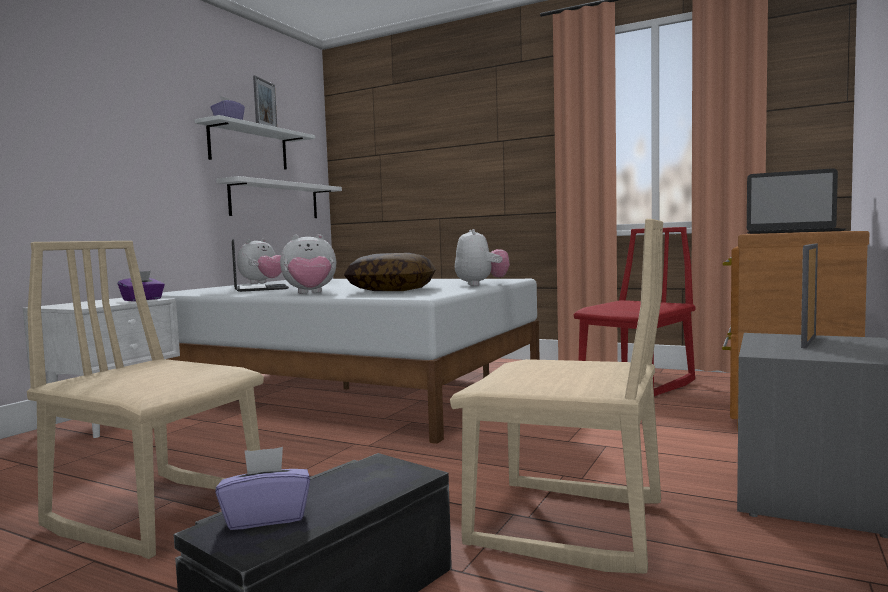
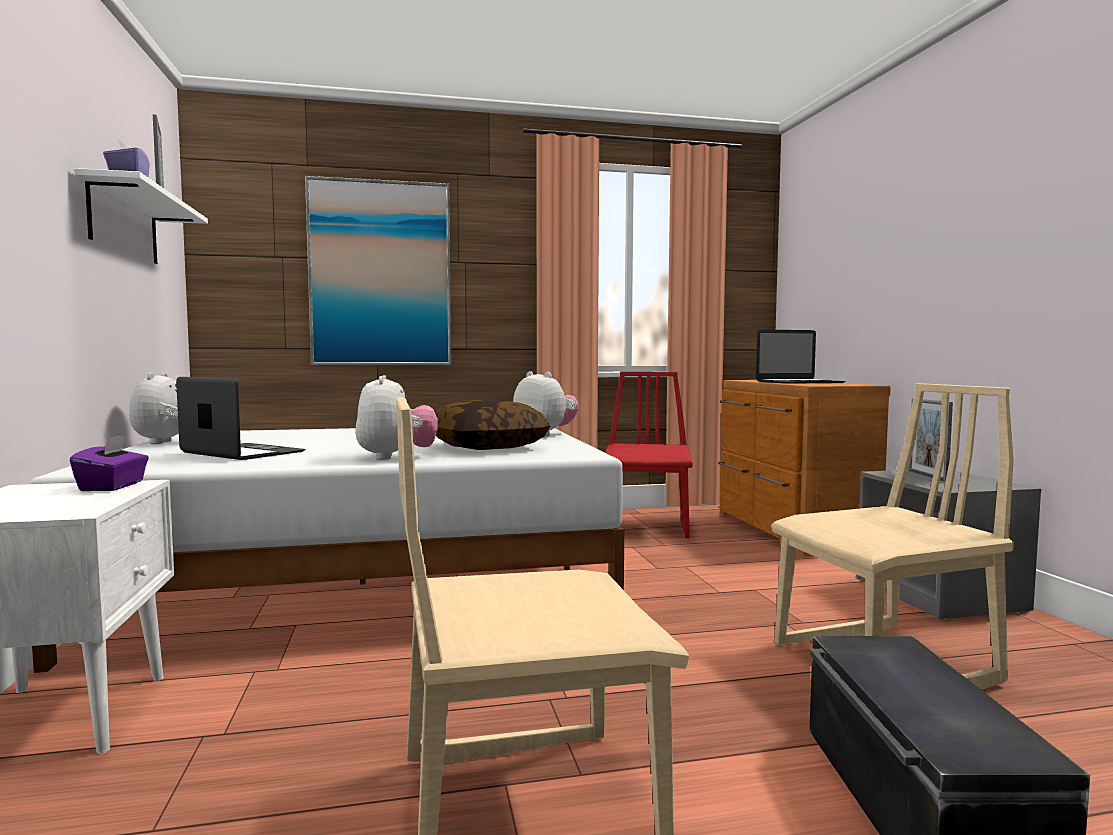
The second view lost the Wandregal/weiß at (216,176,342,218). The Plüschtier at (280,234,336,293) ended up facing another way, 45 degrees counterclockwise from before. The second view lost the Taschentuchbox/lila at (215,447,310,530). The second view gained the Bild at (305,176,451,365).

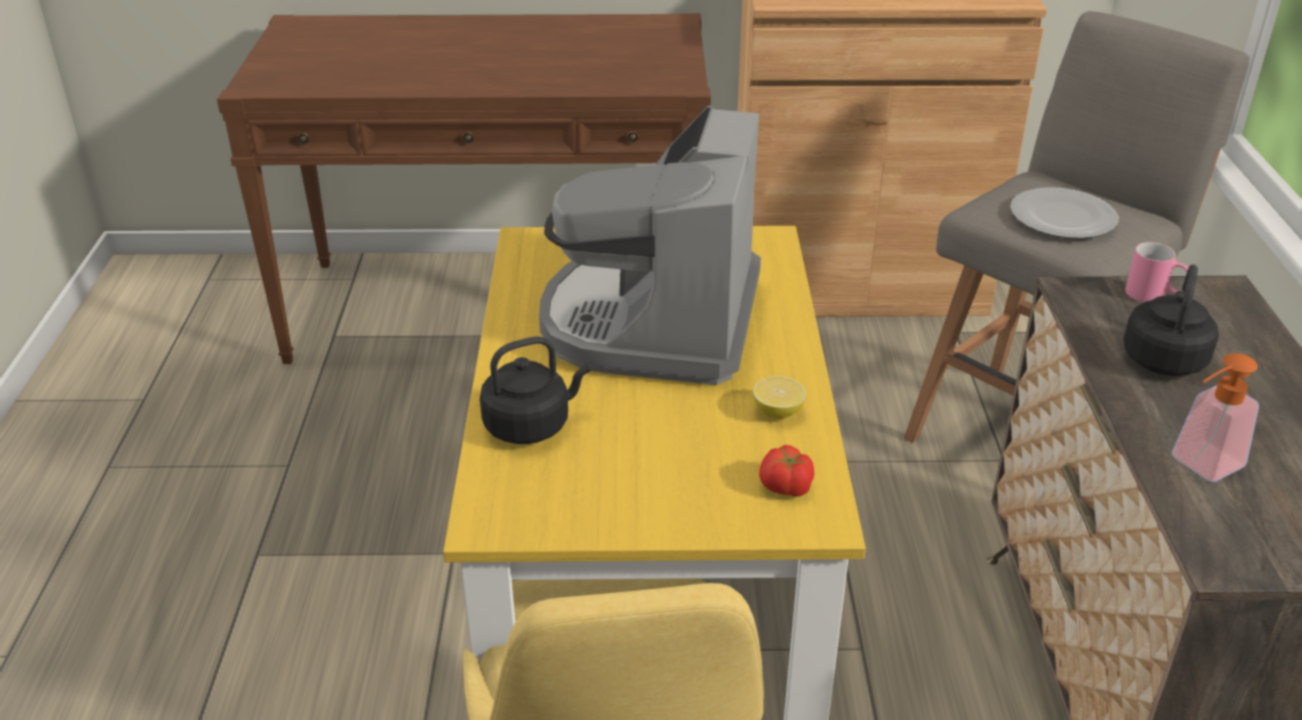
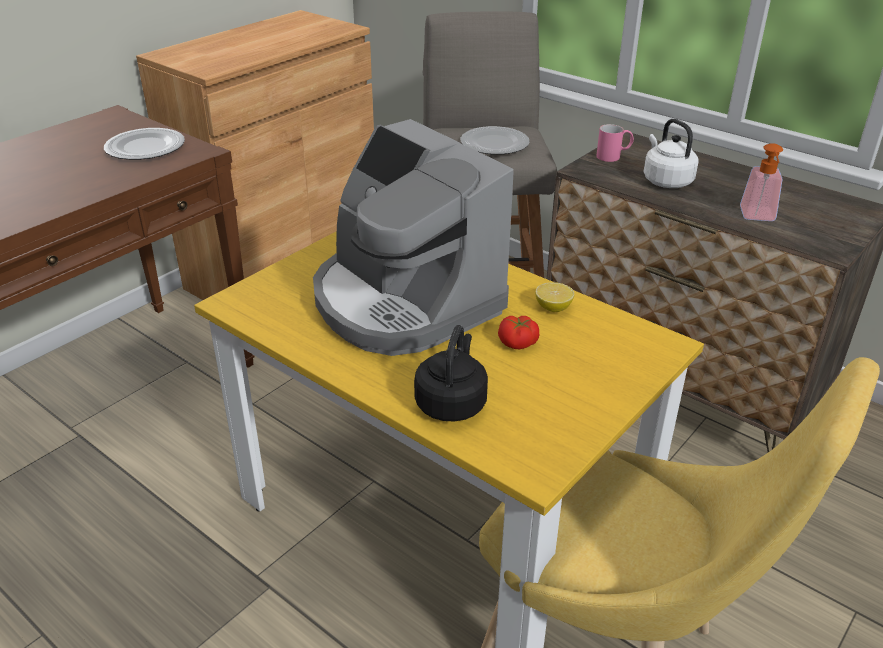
What was the Wasserkessel/schwarz at (1123,265,1219,376) turned into the Wasserkessel/weiß at (644,119,699,188). The Tomate ended up elsewhere, having gone from (759,445,814,497) to (498,316,539,349). The second view gained the Teller at (104,128,185,160).

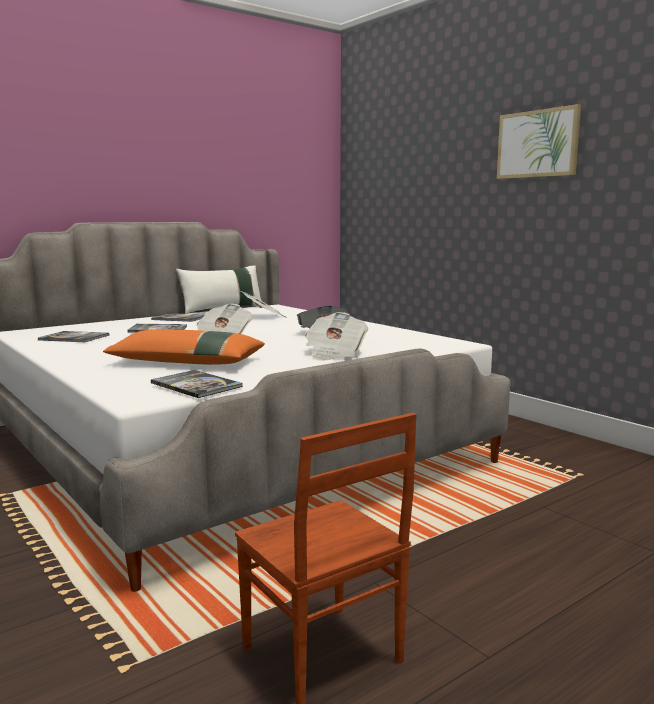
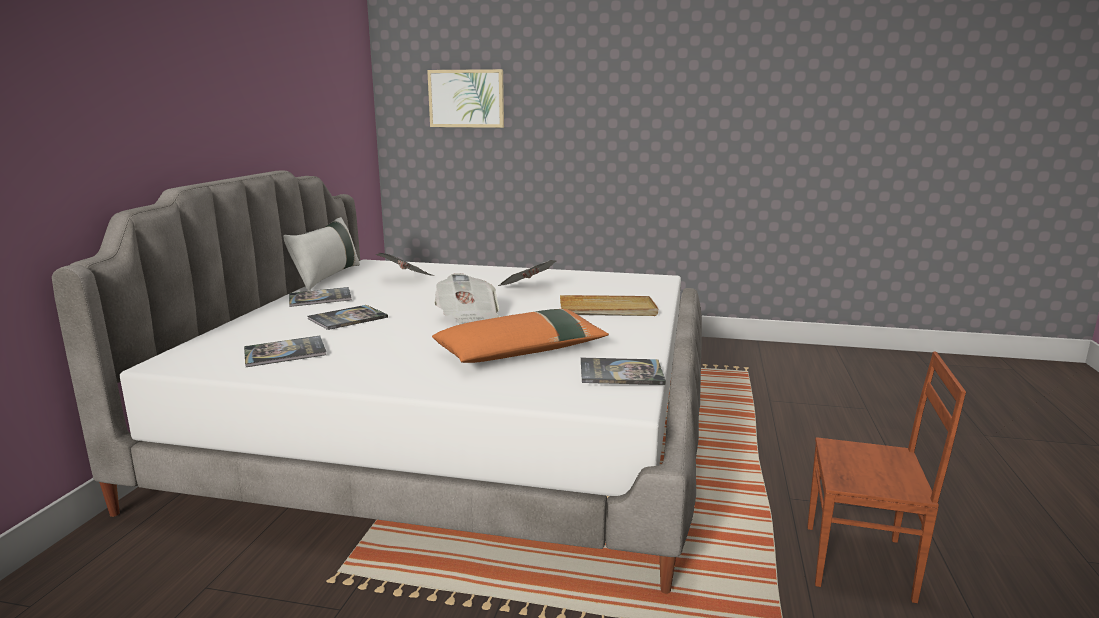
The Bild ended up elsewhere, having gone from (497,104,581,179) to (427,69,504,128). Where the Zeitung stood at (305,312,368,361), the Tablett/beige came to stand at (560,295,658,316).

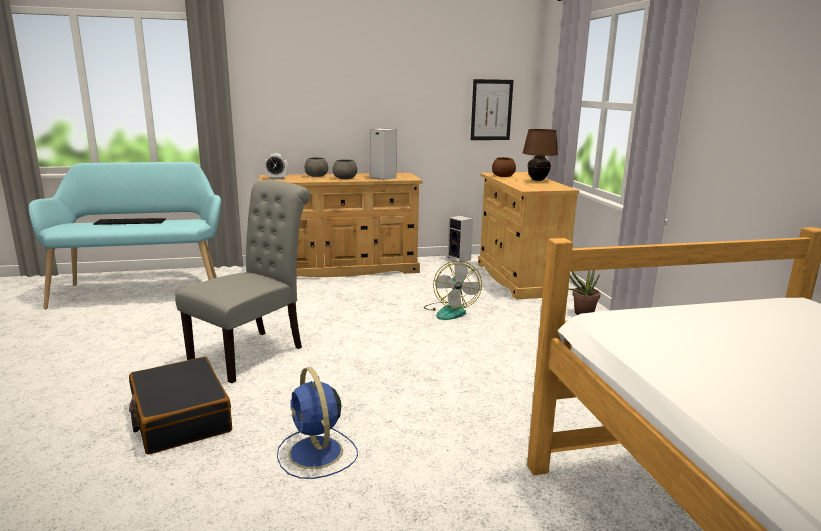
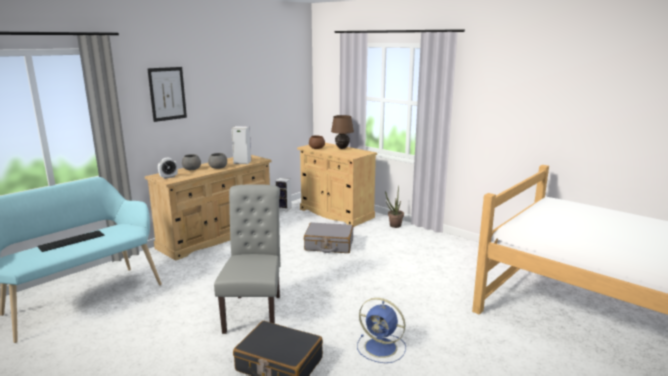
The Bild ended up elsewhere, having gone from (471,79,514,140) to (147,67,187,122). Where the Ventilator stood at (424,261,482,320), the Koffer/grau came to stand at (304,222,354,253).

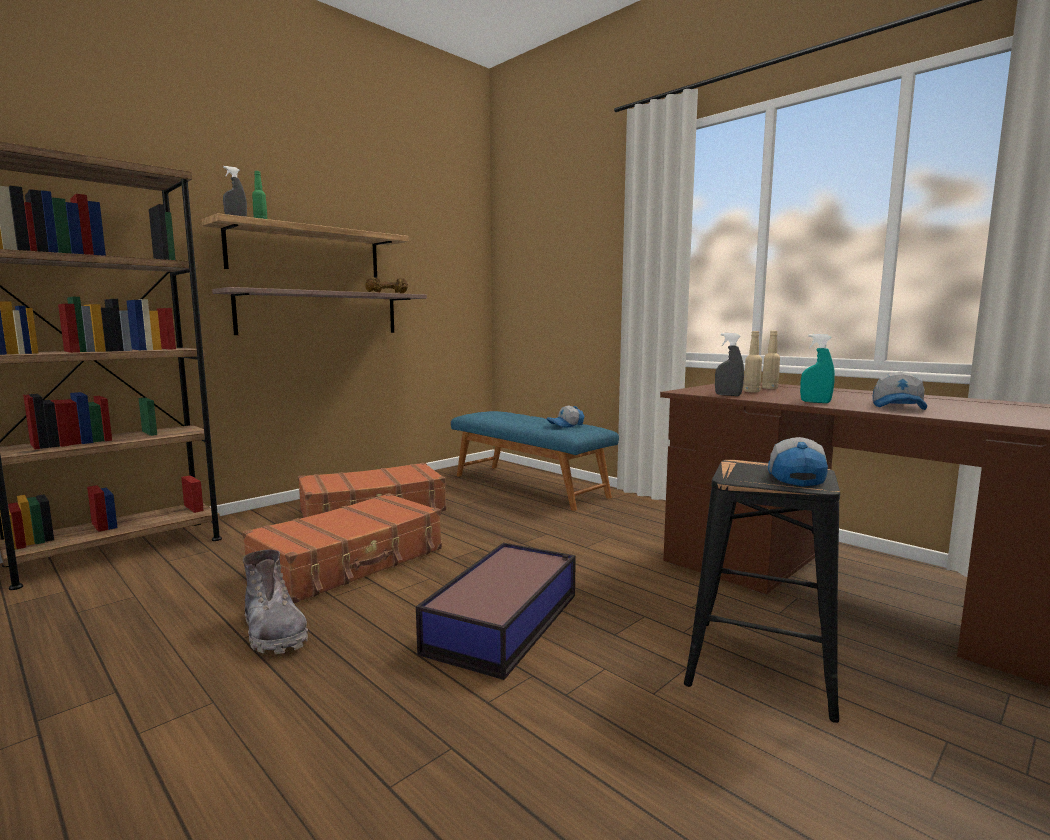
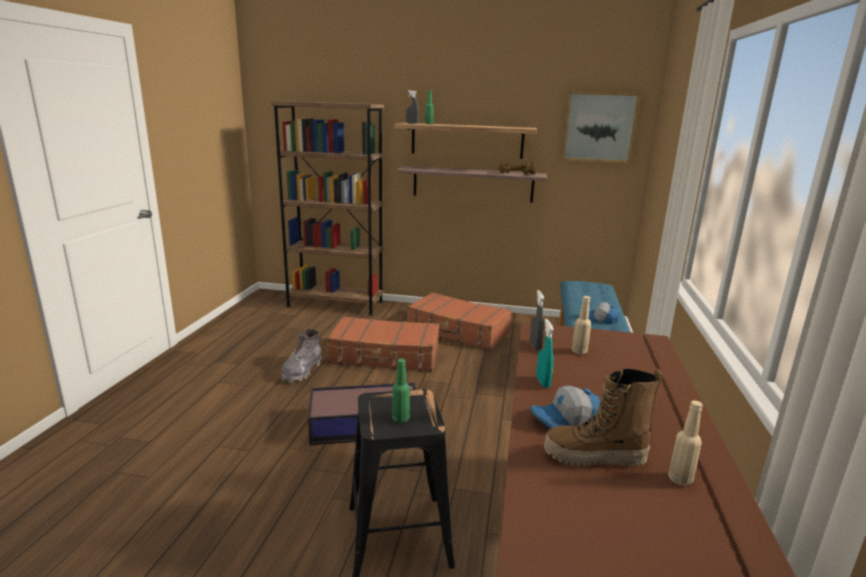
The Flasche/beige ended up elsewhere, having gone from (762,331,780,389) to (668,401,703,486). Where the Kappe stood at (768,437,828,487), the Flasche/grün came to stand at (392,359,410,423). The second view gained the Bild at (562,91,640,164). The second view gained the Stiefel at (544,368,663,467).

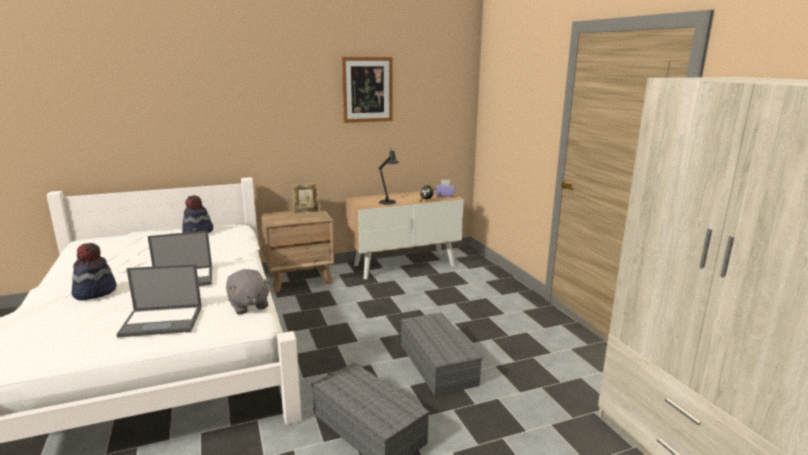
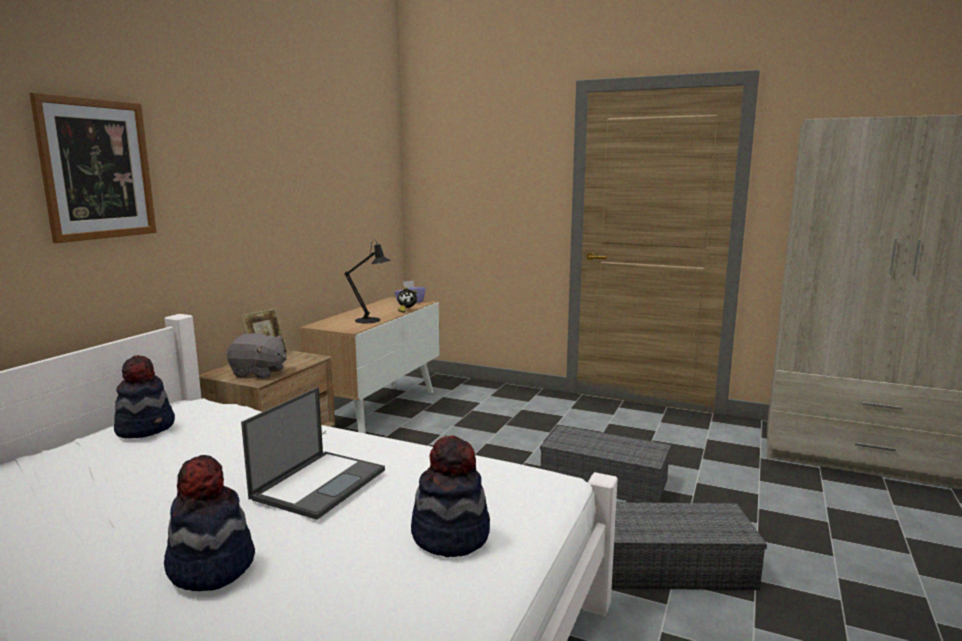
The Bild ended up elsewhere, having gone from (342,57,392,123) to (29,92,156,243). Where the Laptop stood at (116,264,202,338), the Hut came to stand at (411,436,490,557). The Plüschtier/grau ended up elsewhere, having gone from (226,269,271,314) to (227,333,287,379).

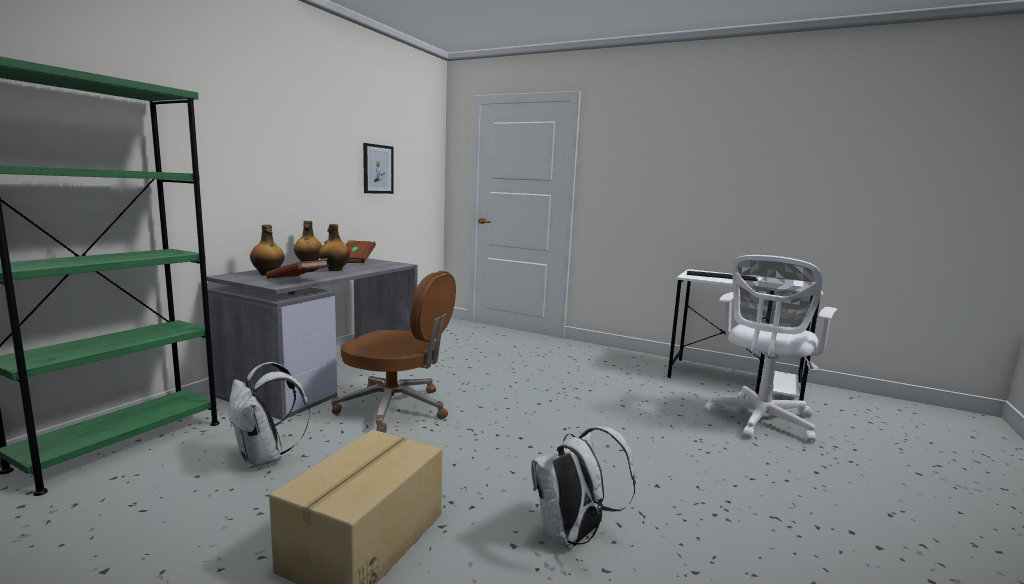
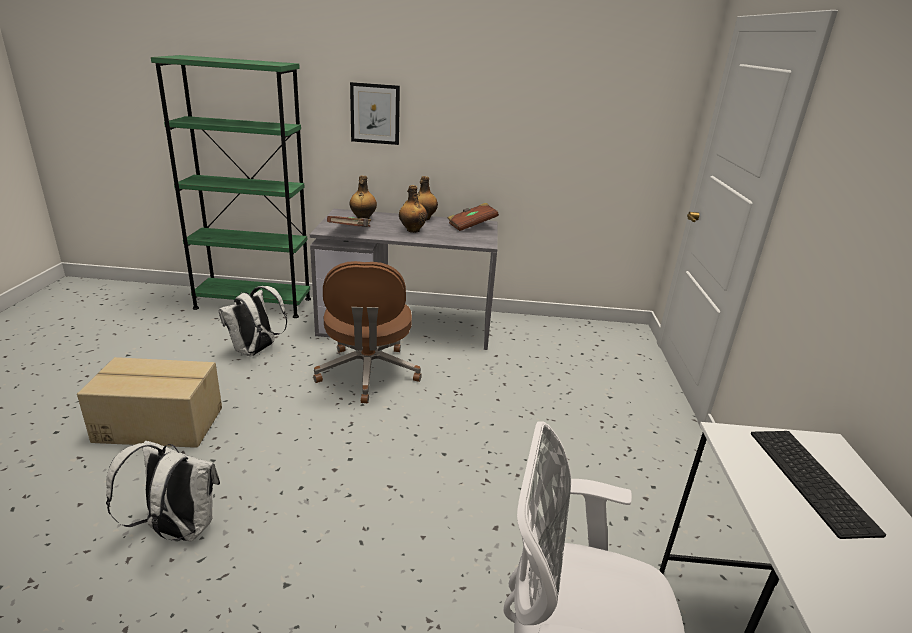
The Bild ended up elsewhere, having gone from (363,143,394,194) to (350,82,400,145).

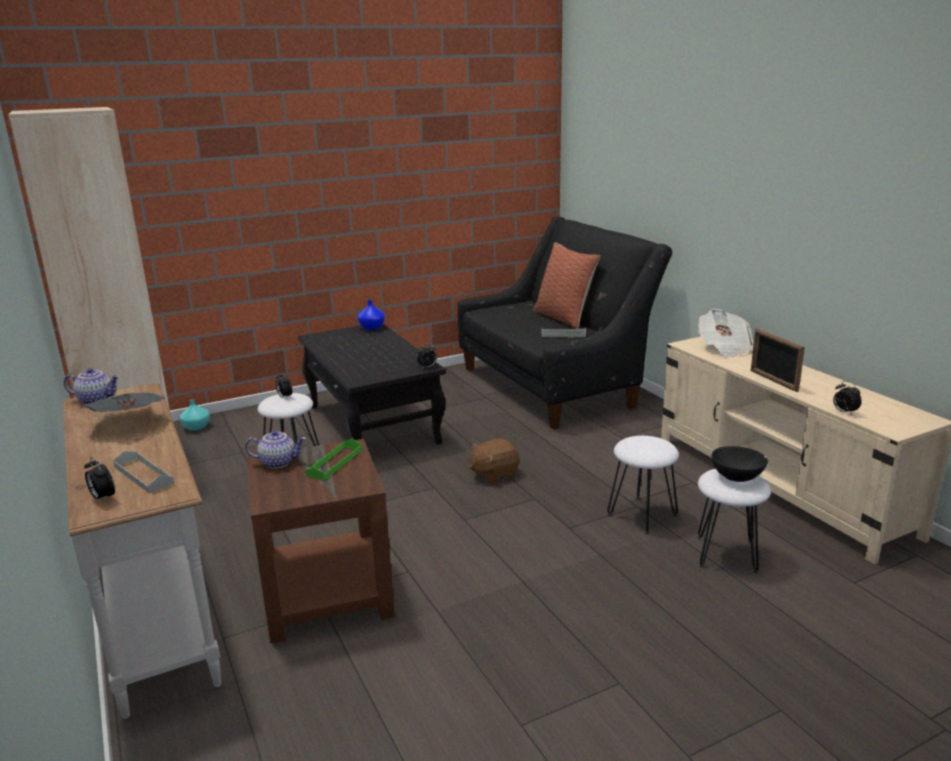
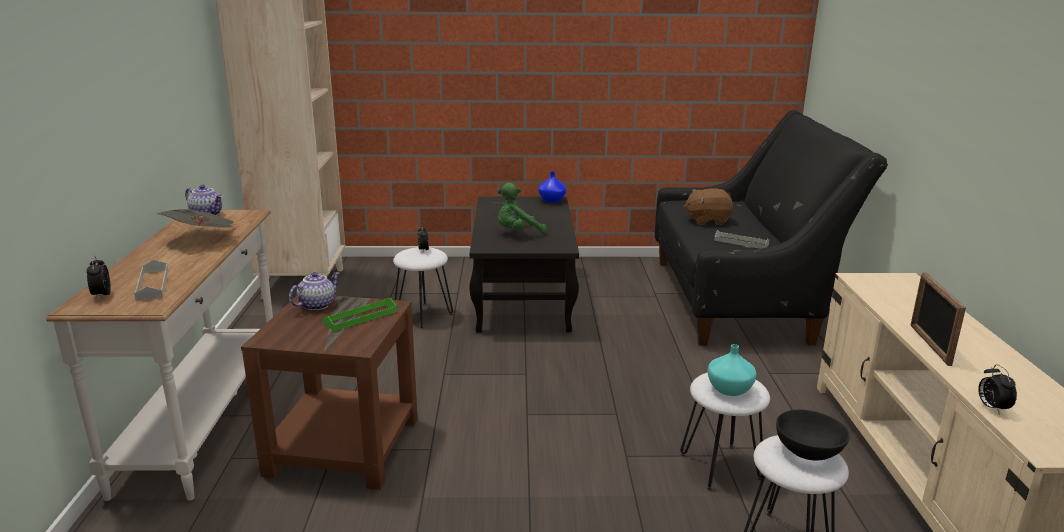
The second view lost the Kissen at (533,242,600,329). The second view lost the Zeitung at (698,309,753,358). The second view lost the Wecker at (417,343,437,369). The Vase/türkis ended up elsewhere, having gone from (180,399,210,431) to (707,344,757,396). The Teekanne at (245,430,306,468) ended up facing another way, 75 degrees counterclockwise from before. The Plüschtier/braun ended up elsewhere, having gone from (469,439,520,484) to (683,188,733,225). The second view gained the Plüschtier/grün at (498,183,547,234).

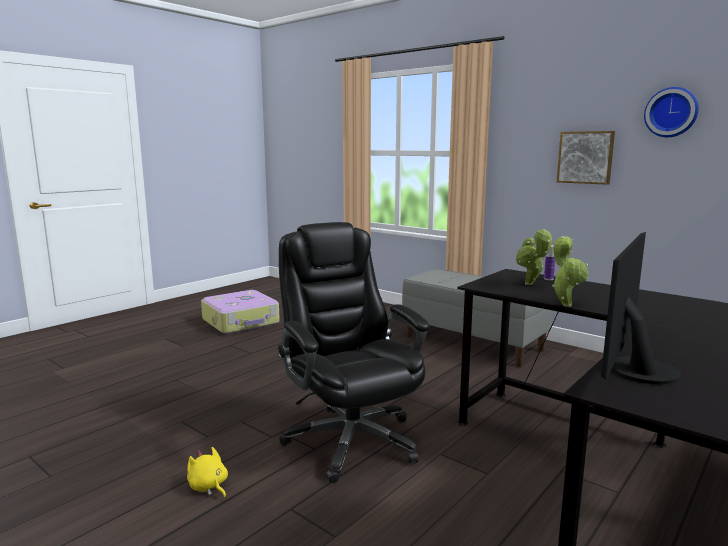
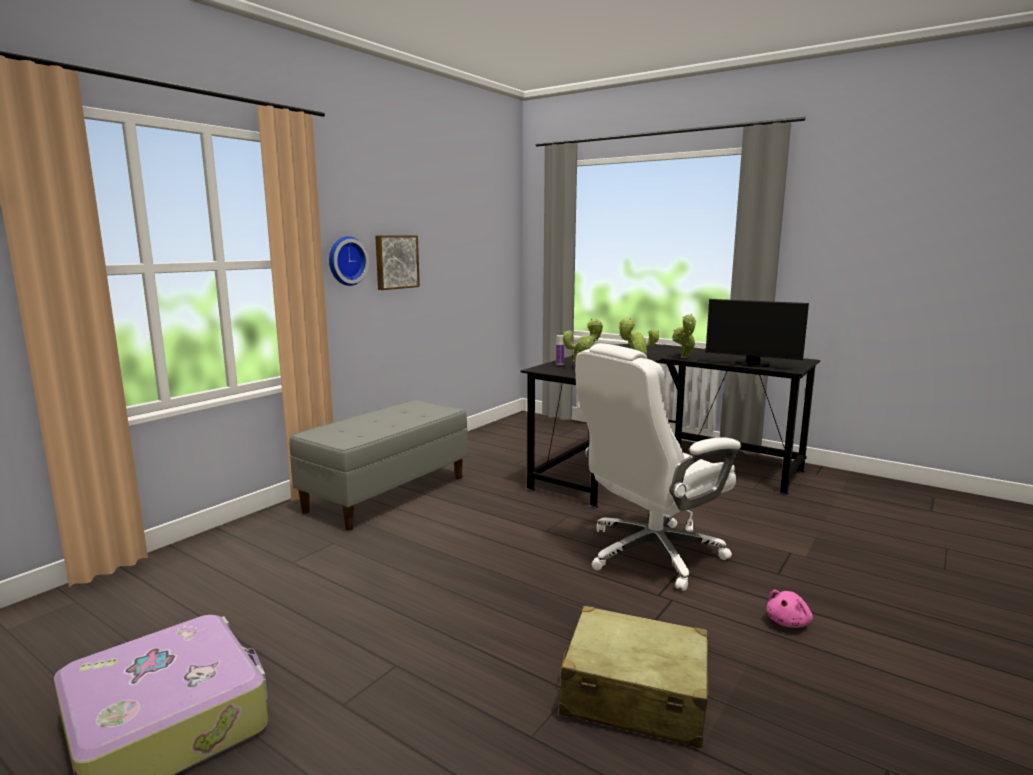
The Wanduhr ended up elsewhere, having gone from (644,87,699,137) to (329,236,369,286). What was the Bürostuhl/schwarz at (278,222,429,483) turned into the Bürostuhl/weiß at (575,343,741,591). What was the Plüschtier/gelb at (187,447,228,498) turned into the Plüschtier/rosa at (767,590,813,628). The second view gained the Topfpflanze at (672,314,696,358). The second view gained the Koffer/beige at (559,605,709,748).

